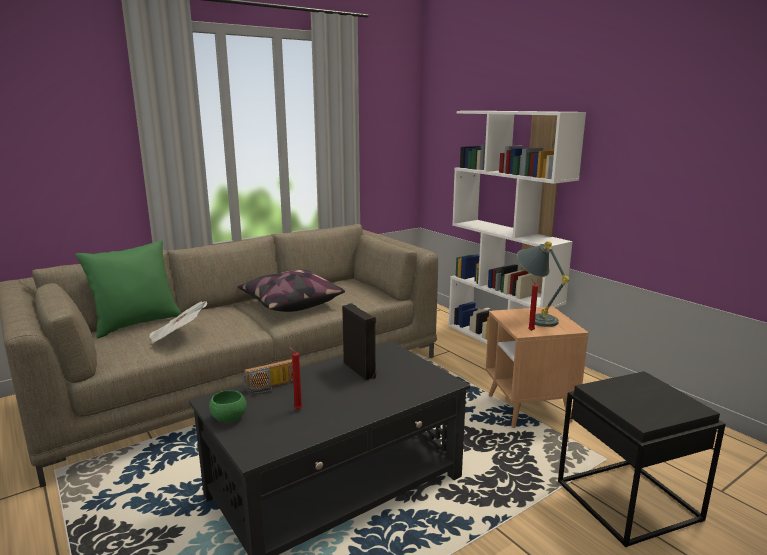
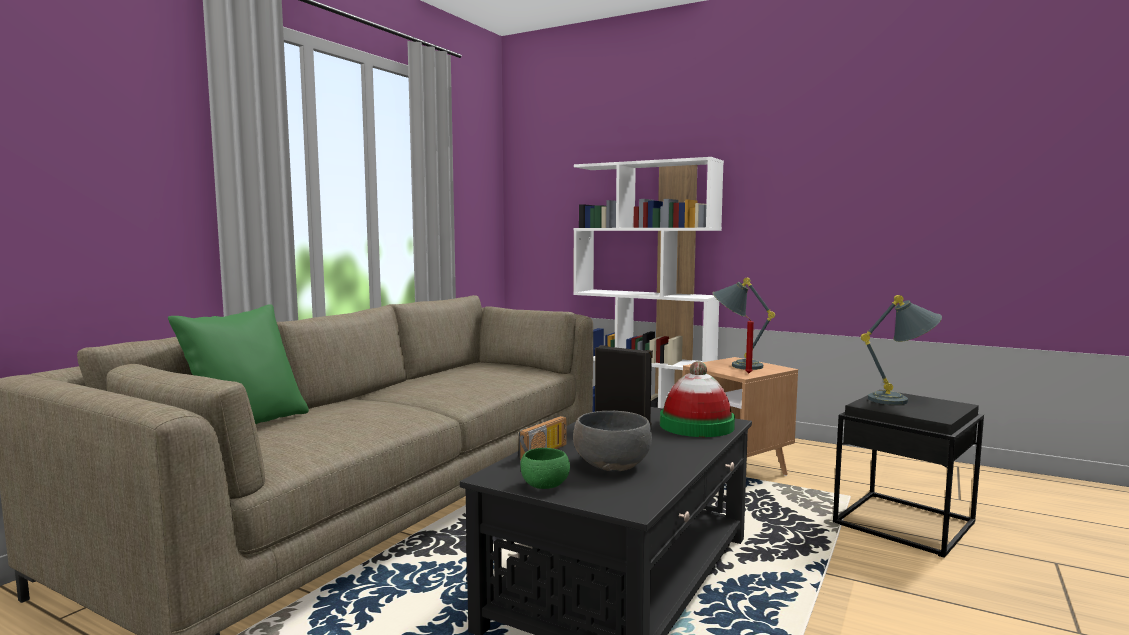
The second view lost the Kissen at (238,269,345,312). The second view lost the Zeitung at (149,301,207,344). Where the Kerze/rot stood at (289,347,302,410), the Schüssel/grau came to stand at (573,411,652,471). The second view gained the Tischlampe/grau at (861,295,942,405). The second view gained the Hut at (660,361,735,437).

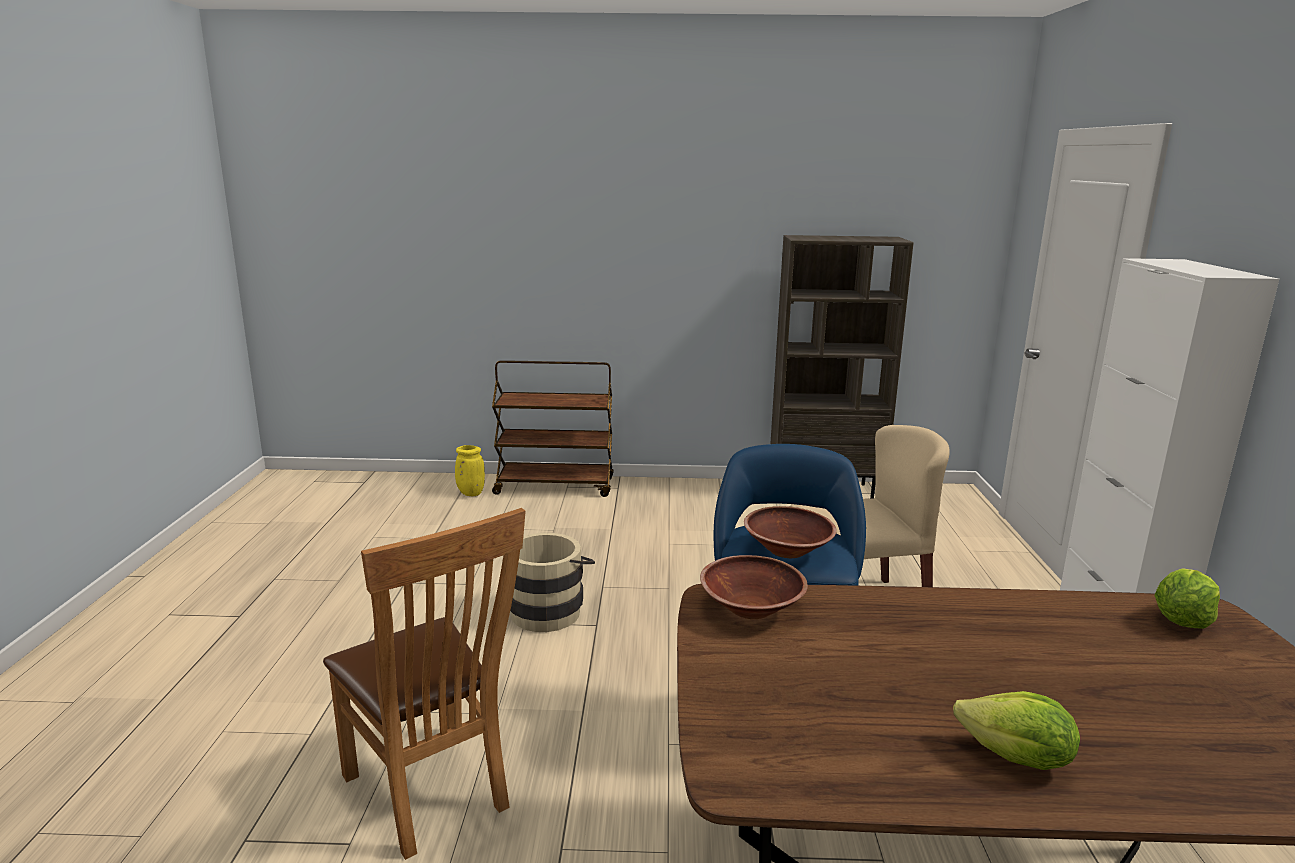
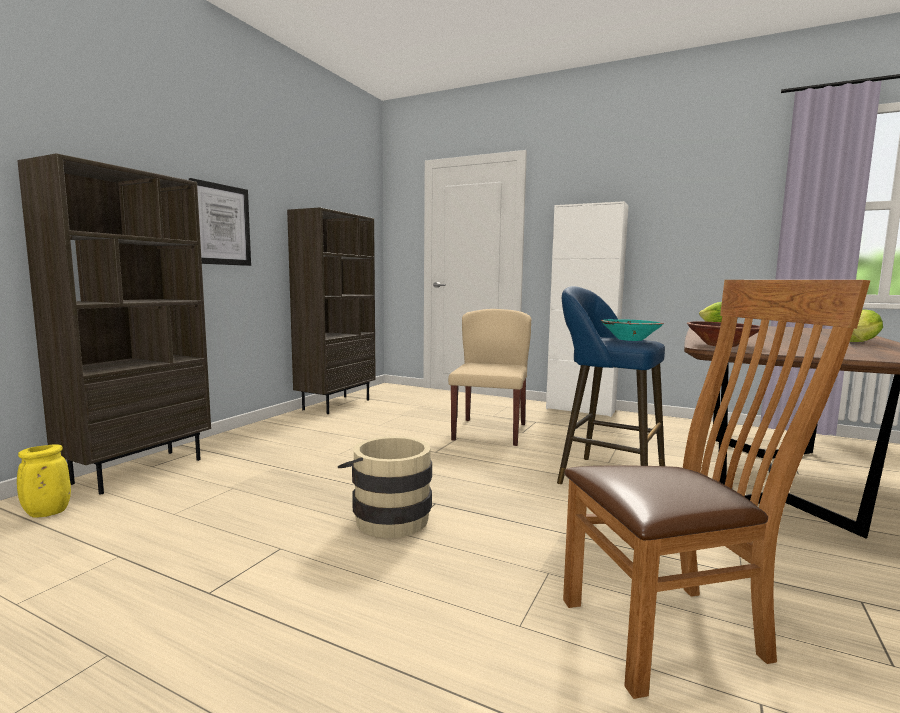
Where the Rollwagen/braun stood at (492,360,614,497), the Bücherregal/braun came to stand at (17,153,211,495). What was the Schüssel/braun at (744,506,837,558) turned into the Schüssel/türkis at (601,319,664,341). The second view gained the Bild at (189,178,251,266).

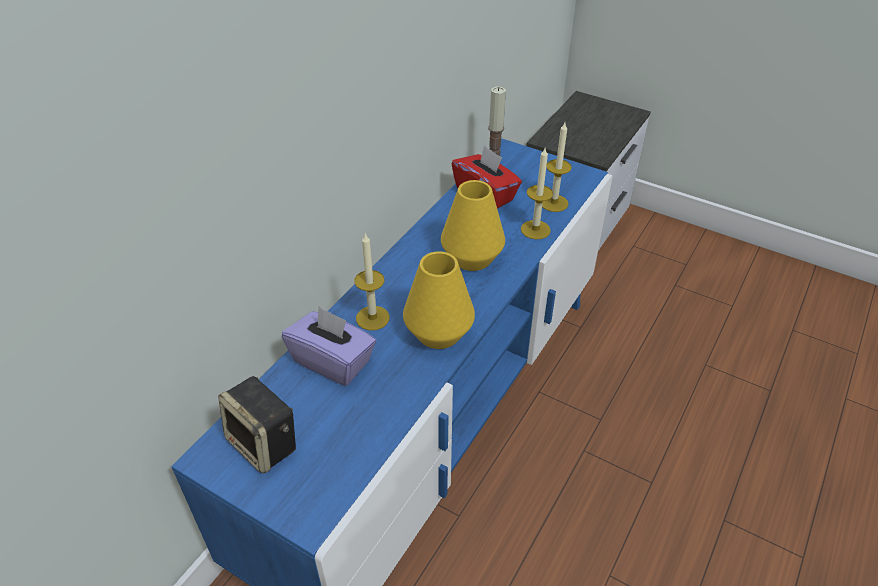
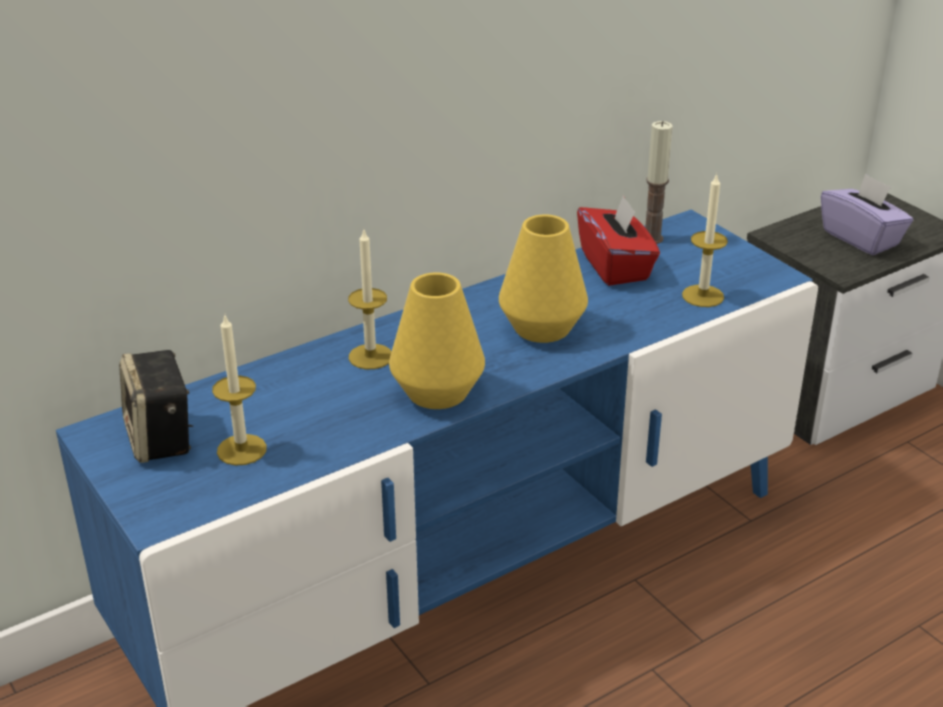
The Kerze ended up elsewhere, having gone from (521,148,553,239) to (212,316,267,466). The Taschentuchbox/lila ended up elsewhere, having gone from (282,307,376,386) to (821,173,913,255).

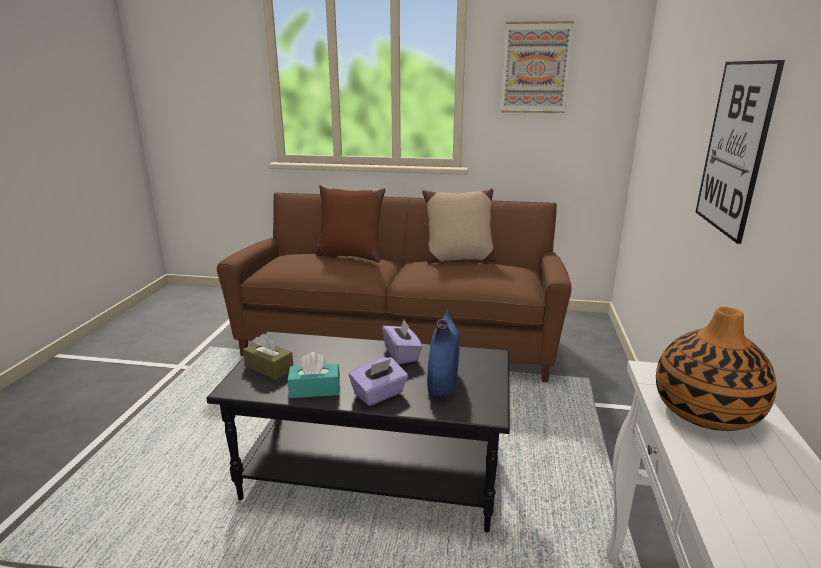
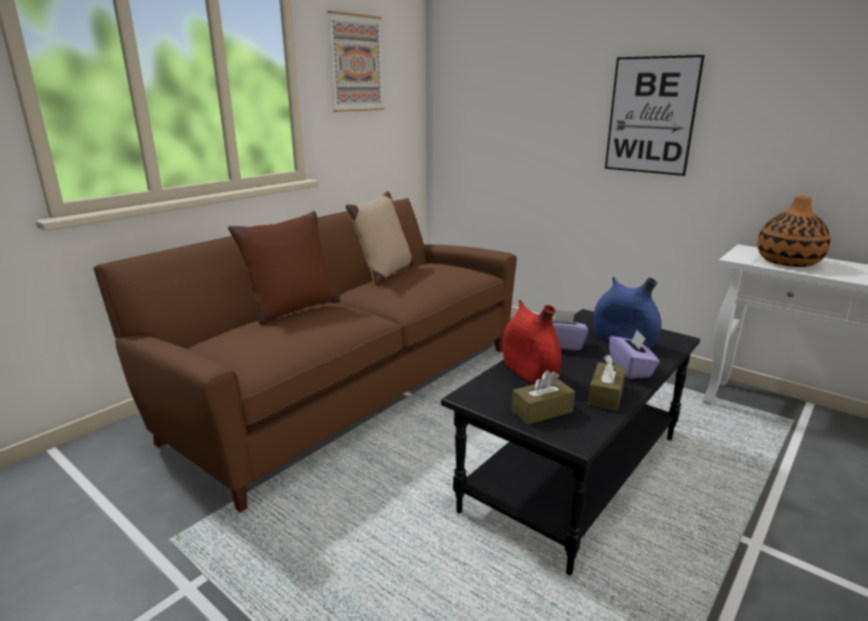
What was the Taschentuchbox/türkis at (287,352,340,398) turned into the Taschentuchbox/braun at (588,354,626,411). The second view gained the Vase/rot at (502,300,561,385).

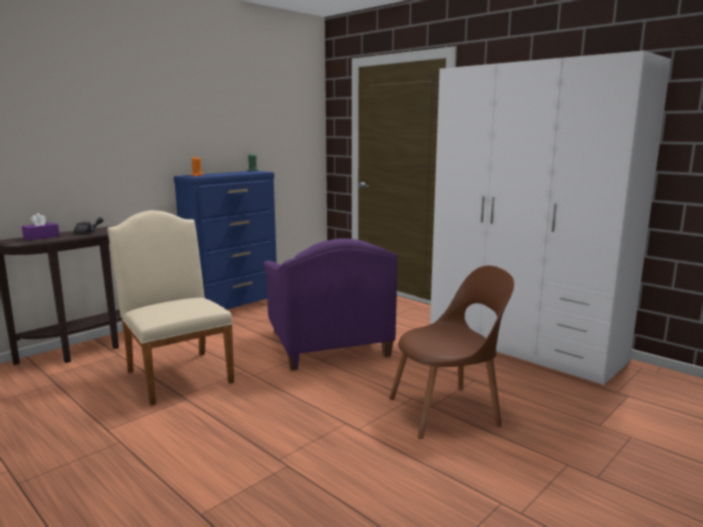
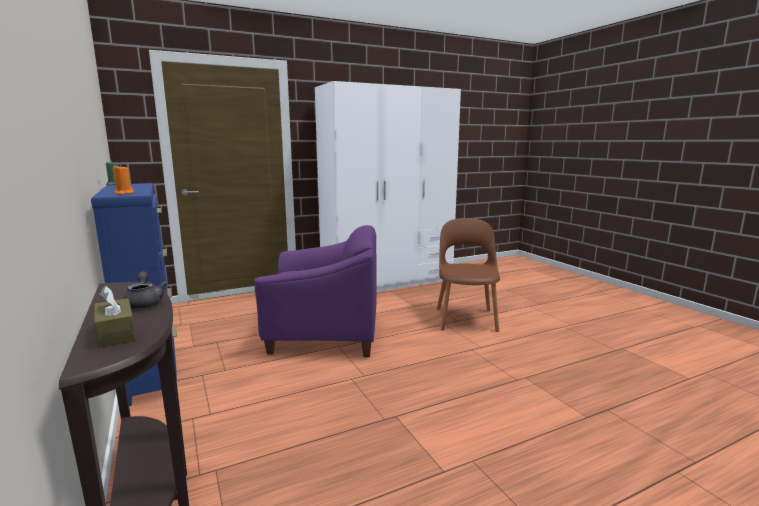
The second view lost the Stuhl/beige at (107,210,234,405). What was the Taschentuchbox/lila at (22,213,60,240) turned into the Taschentuchbox/braun at (94,286,136,348).

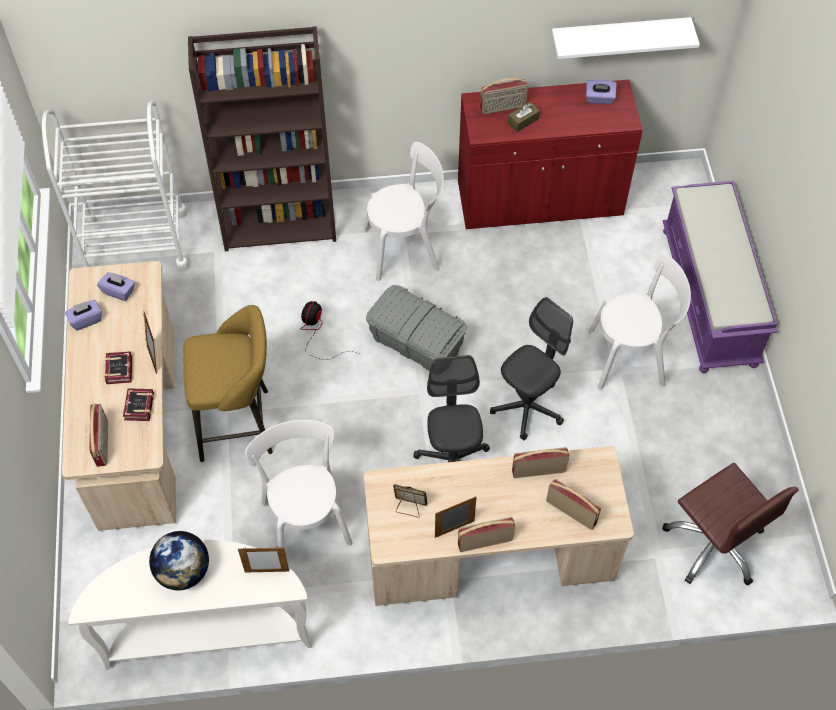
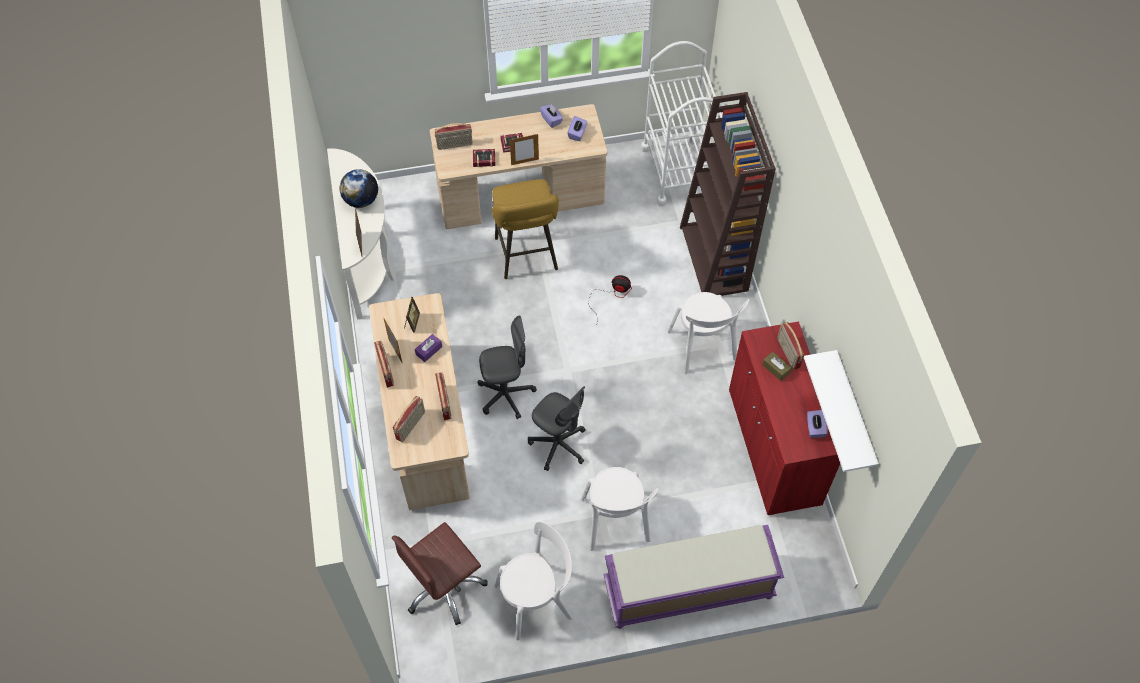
The second view lost the Aufbewahrungsbox/grau at (366,285,467,371). The Stuhl/weiß ended up elsewhere, having gone from (245,420,353,548) to (495,521,573,641). The second view gained the Taschentuchbox/lila at (415,334,442,362).

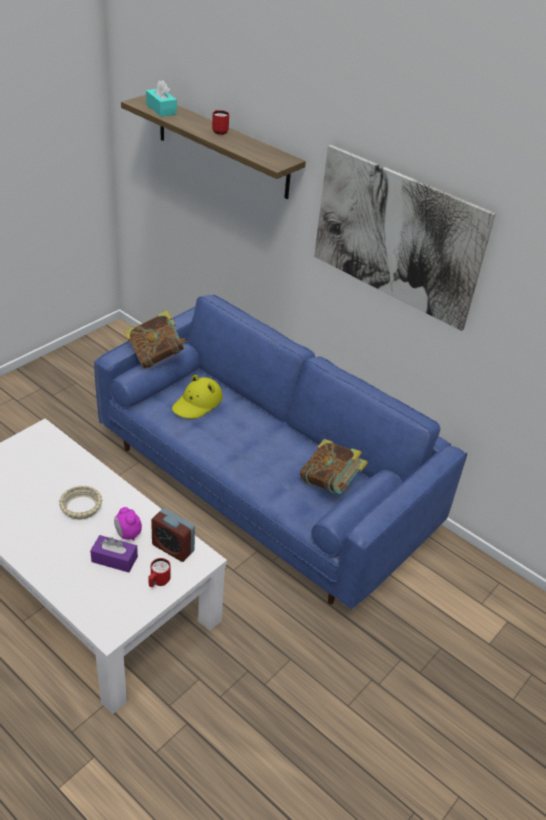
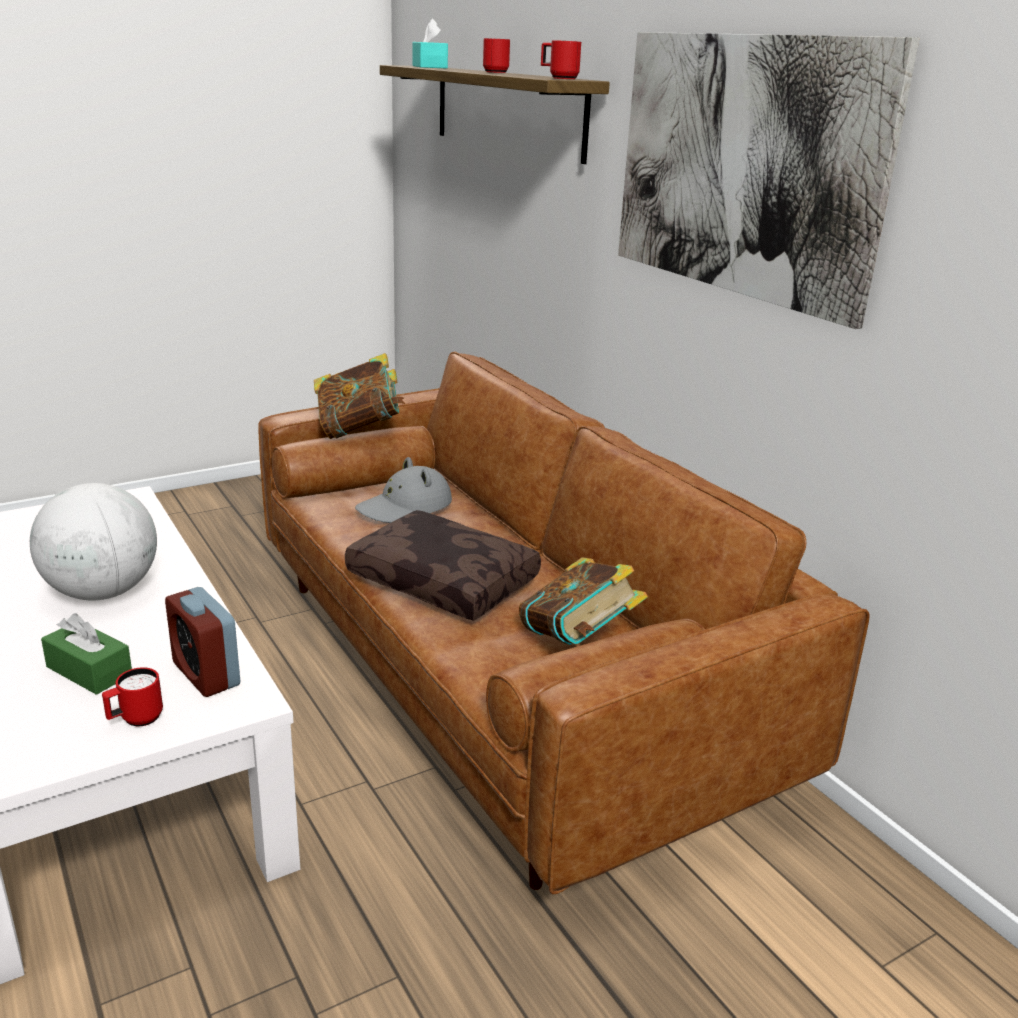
What was the Sofa/blau at (94,295,467,610) turned into the Sofa/braun at (258,351,869,894). What was the Hut/gelb at (172,375,223,419) turned into the Hut/grau at (355,457,452,523). Where the Schüssel/beige stood at (59,486,102,520), the Globus came to stand at (30,483,157,600). The second view lost the Wecker at (114,507,142,541). What was the Taschentuchbox/lila at (90,535,138,572) turned into the Taschentuchbox/grün at (41,613,132,695). The second view gained the Henkelbecher/rot at (541,40,581,79). The second view gained the Kissen/braun at (345,510,541,621).

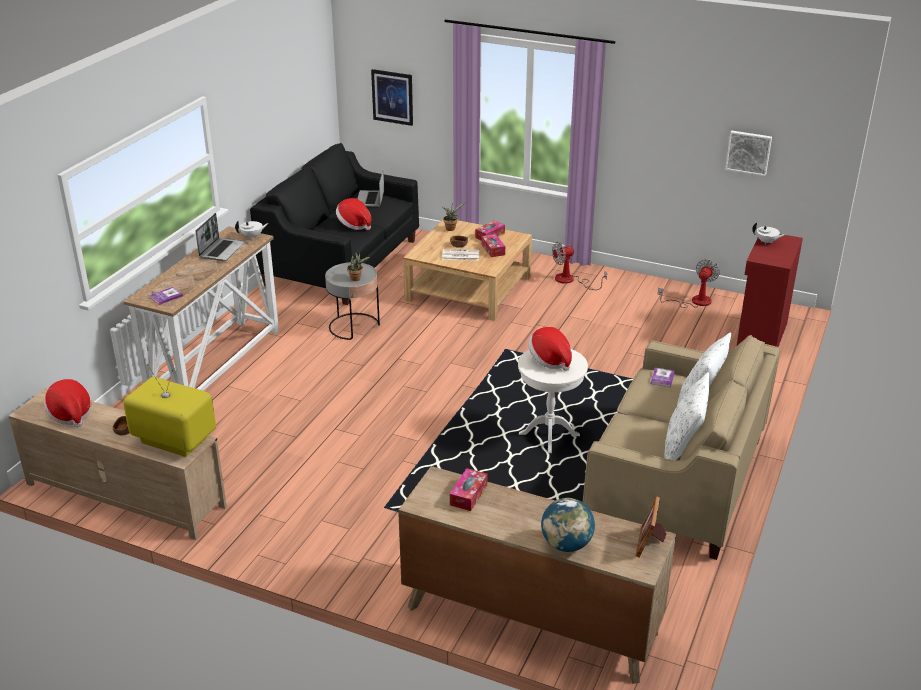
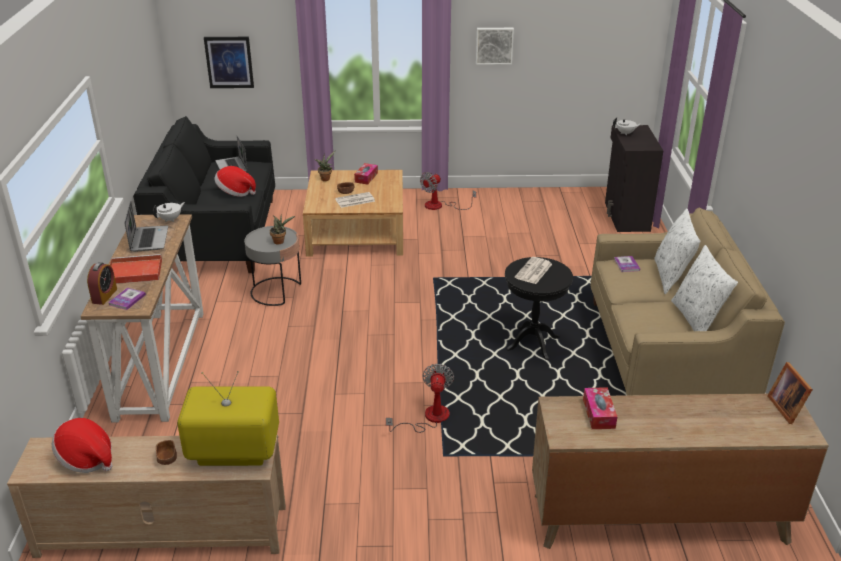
The Bild ended up elsewhere, having gone from (725,131,772,176) to (476,28,514,65). The second view lost the Taschentuchbox at (482,234,505,257). What was the Schrank/rot at (737,234,803,347) turned into the Schrank/schwarz at (605,125,663,232). The Ventilator ended up elsewhere, having gone from (658,259,720,308) to (386,364,454,433). Where the Hut stood at (528,327,572,371), the Zeitung came to stand at (515,257,552,284). What was the Beistelltisch/weiß at (518,349,588,453) turned into the Beistelltisch/schwarz at (505,257,573,360). The second view lost the Globus at (541,498,595,552). The second view gained the Tablett/rot at (110,254,162,284). The second view gained the Wecker at (87,262,117,305).

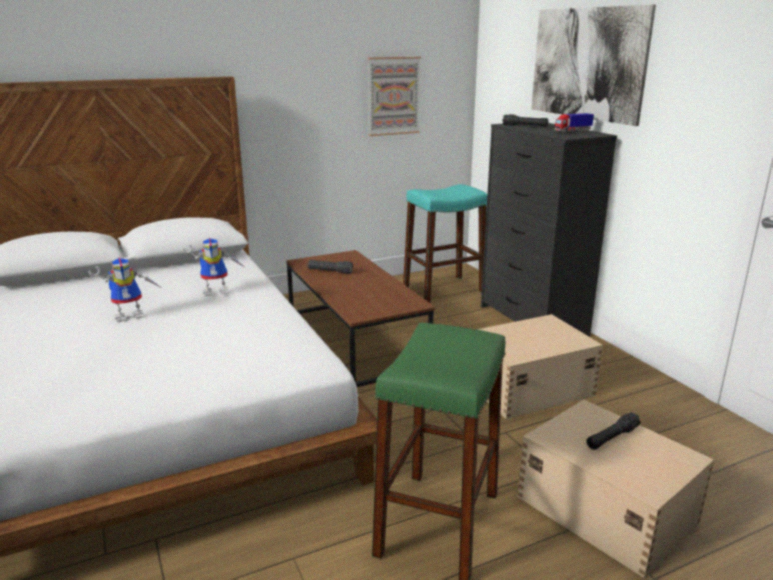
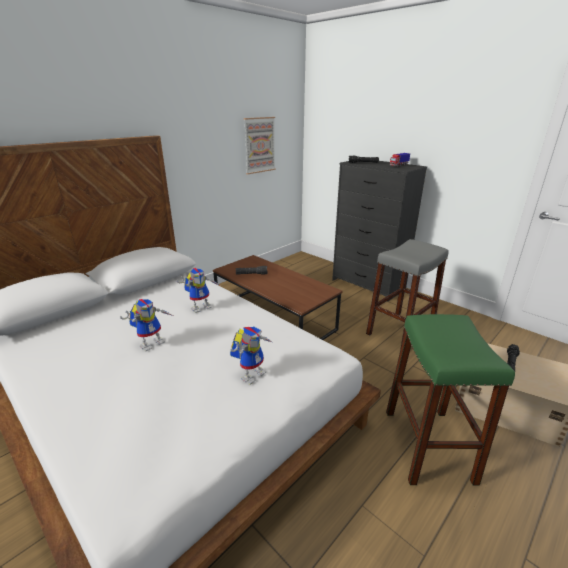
The second view lost the Bild at (532,5,656,126). The second view lost the Hocker/türkis at (403,184,487,303). Where the Aufbewahrungsbox/beige stood at (476,314,603,419), the Hocker/grau came to stand at (366,239,449,350). The second view gained the Spielzeugroboter at (230,326,272,385).

